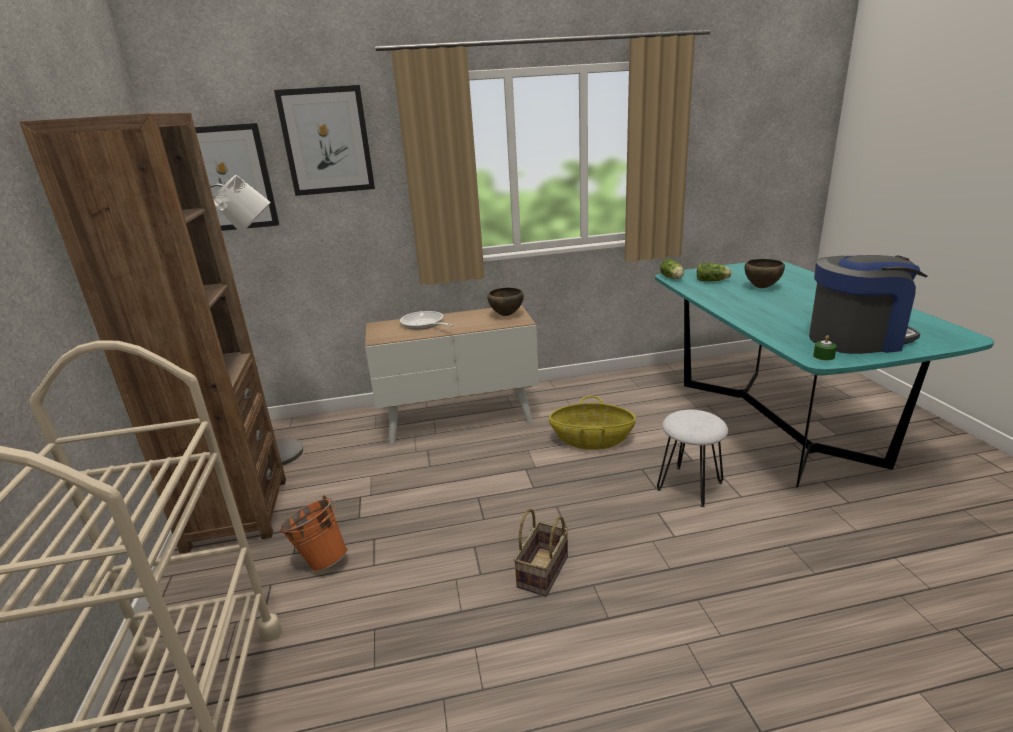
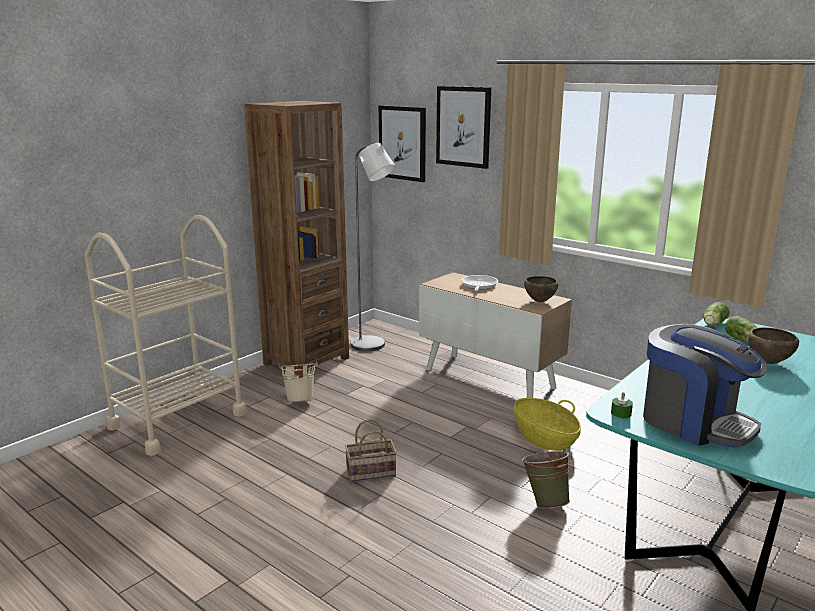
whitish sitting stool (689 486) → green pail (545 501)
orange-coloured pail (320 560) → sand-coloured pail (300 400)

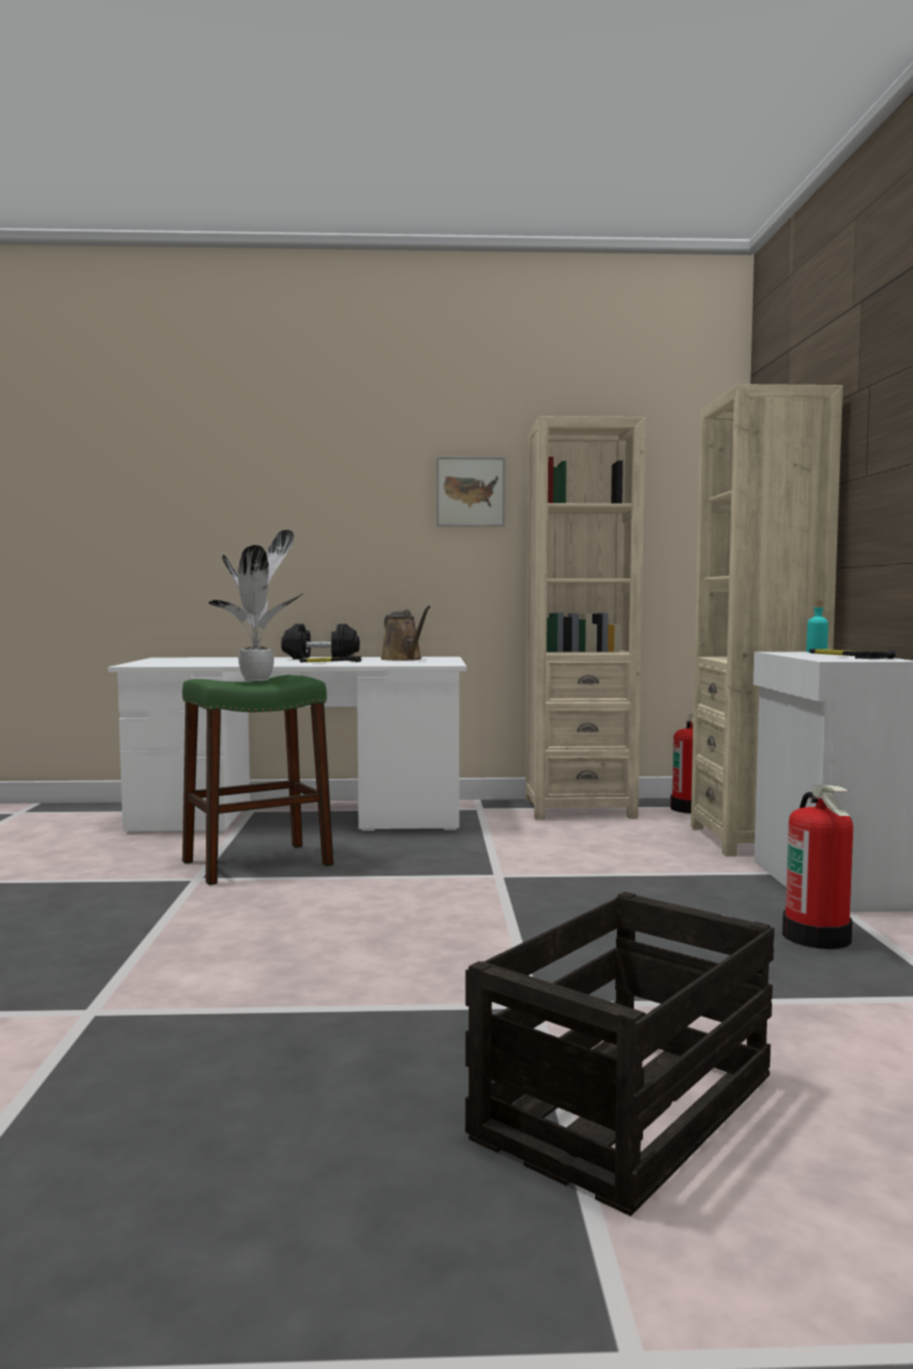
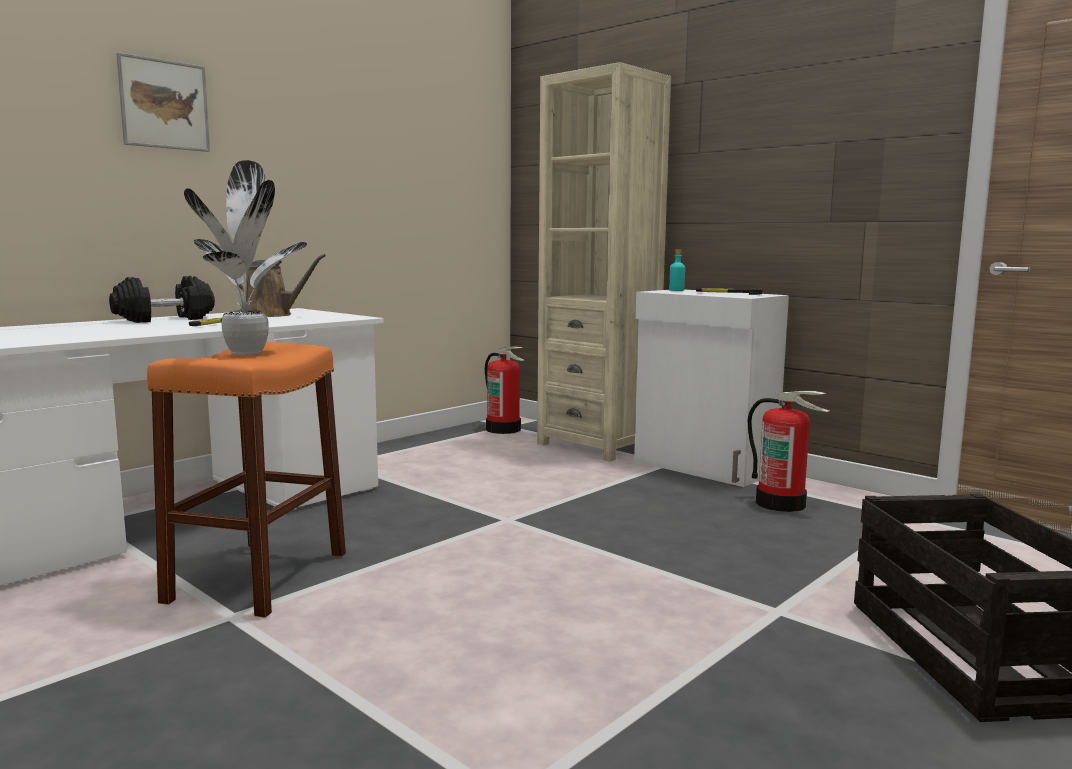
sand-coloured bookcase (579 809) → -
picture (470 492) → picture (164 104), moved
green sitting stool (257 863) → orange-coloured sitting stool (258 577)

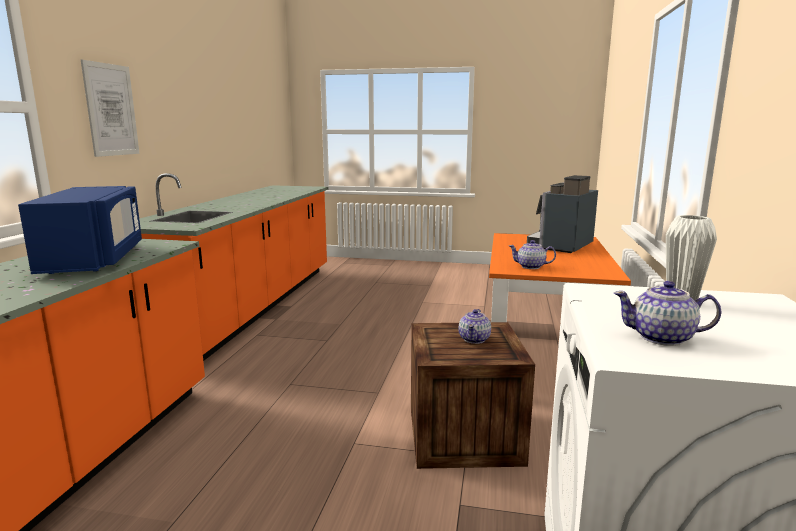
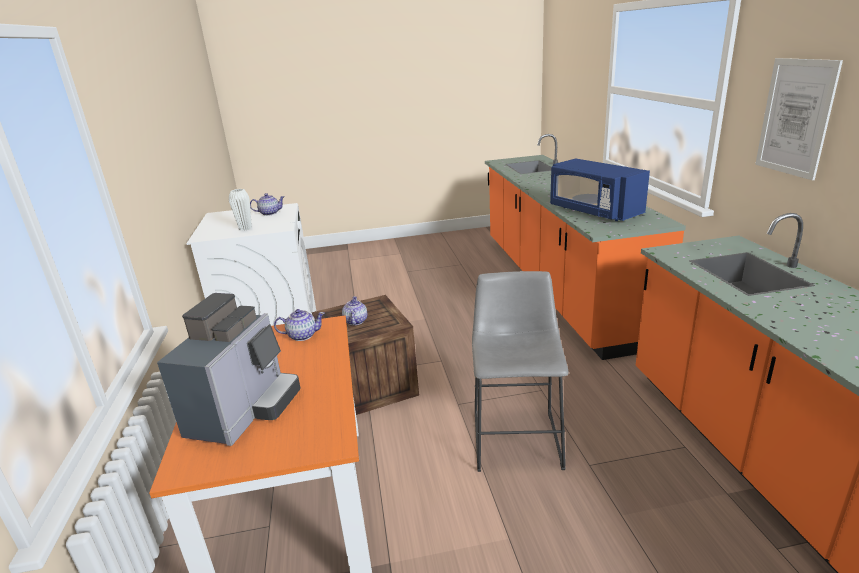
- → grey sitting stool (516 436)

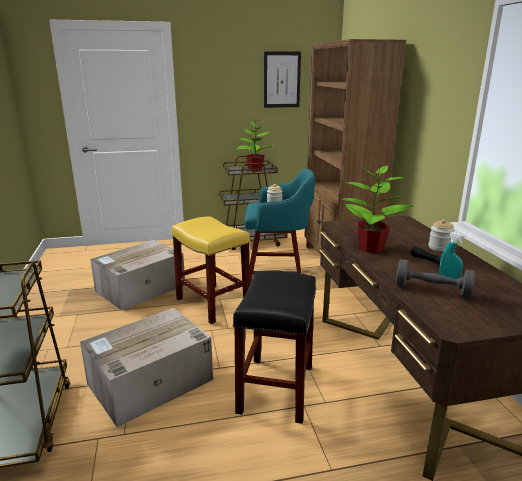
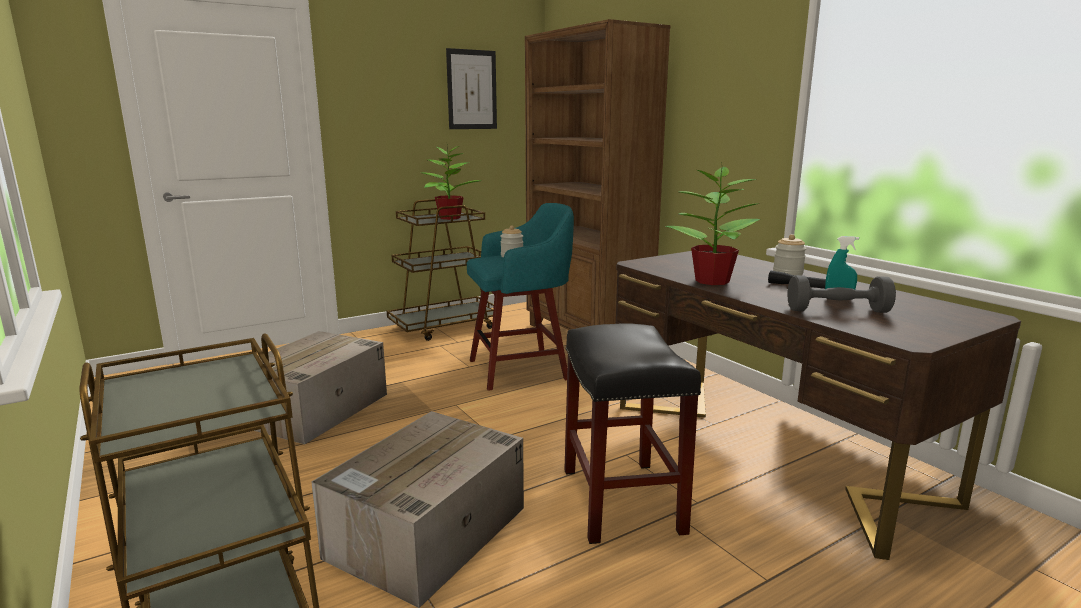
yellow-coloured sitting stool (211 304) → -

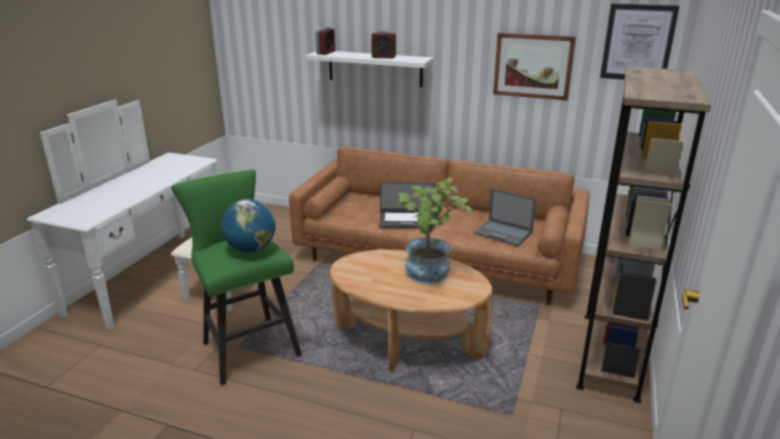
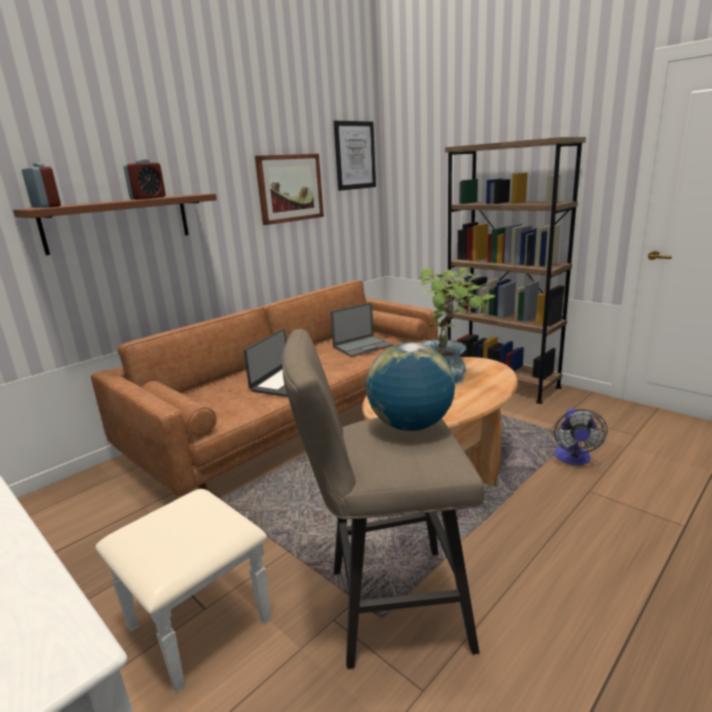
- → cooling fan (573 459)
green sitting stool (247 346) → sand-coloured sitting stool (386 607)
whitish shelf (375 68) → brownish shelf (118 222)

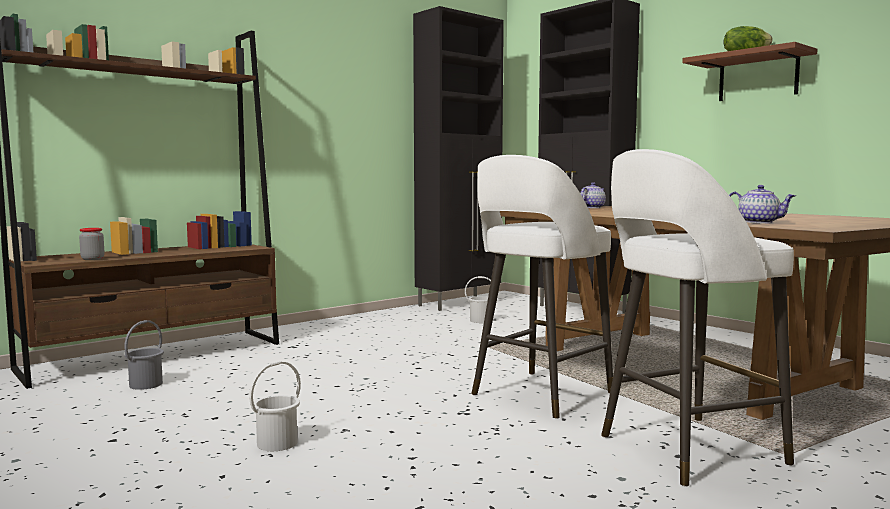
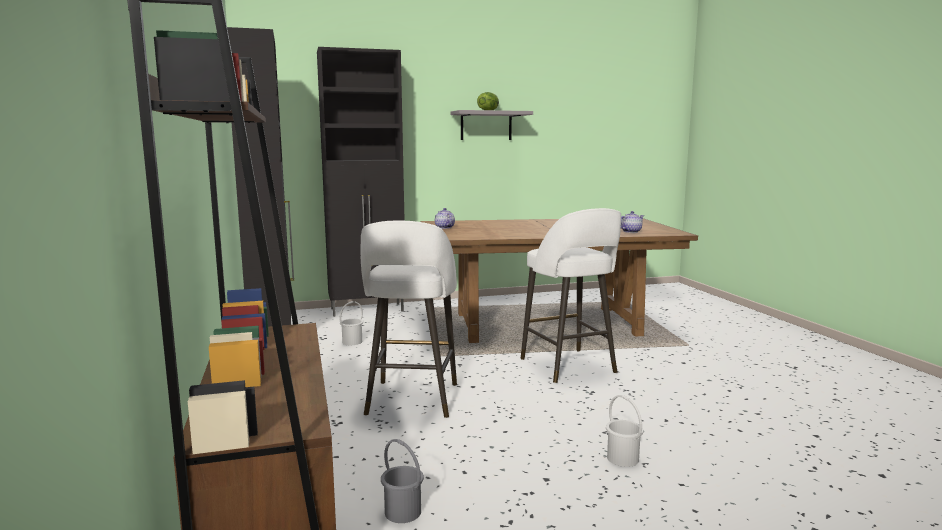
jar (92 259) → -
whitish sitting stool (687 450) → whitish sitting stool (411 400), moved
brownish shelf (758 77) → grey shelf (486 126)

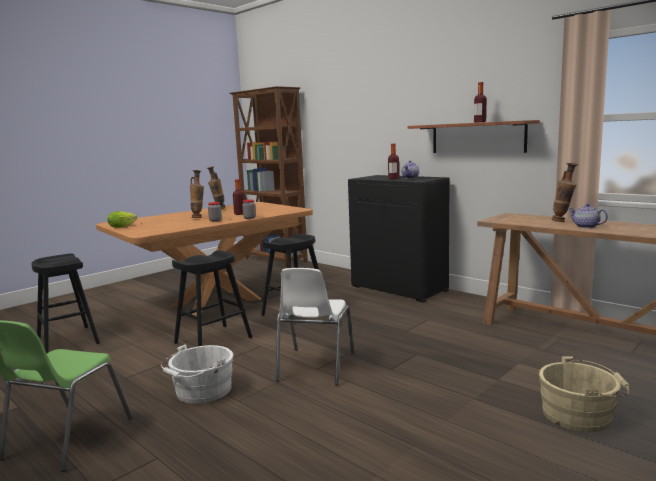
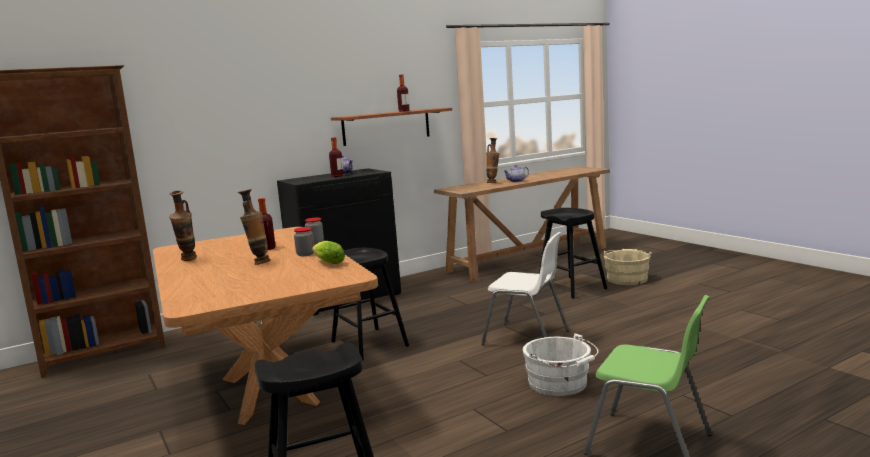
lettuce (124 226) → lettuce (327 262), moved
black sitting stool (213 340) → black sitting stool (571 287), moved

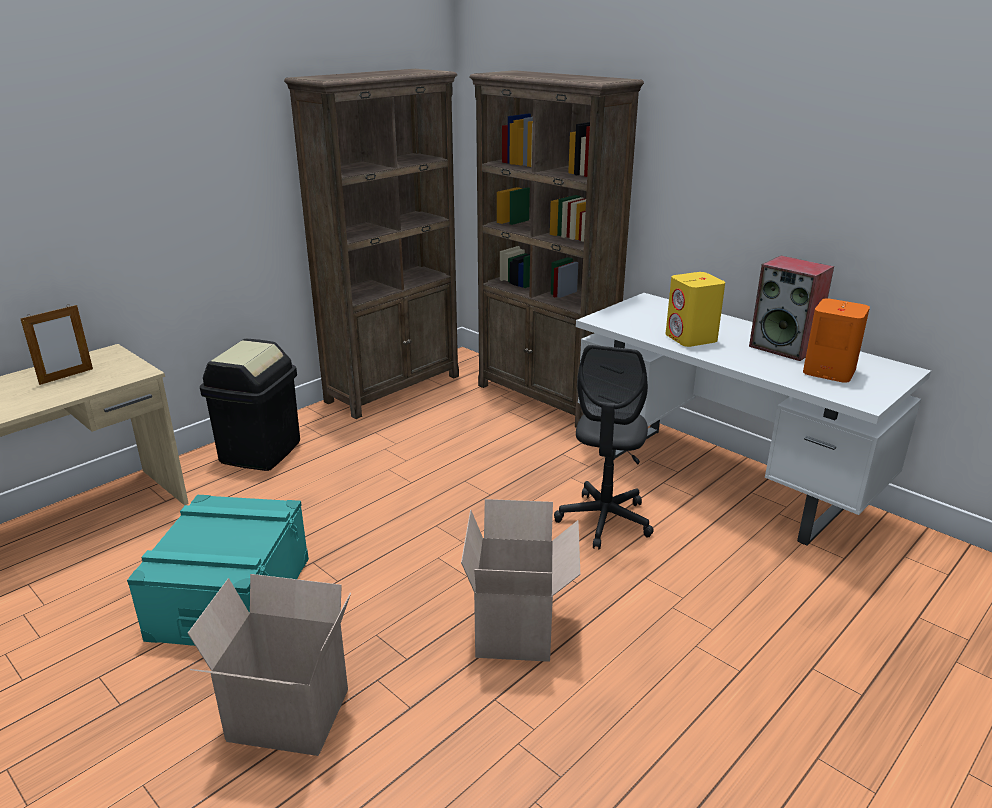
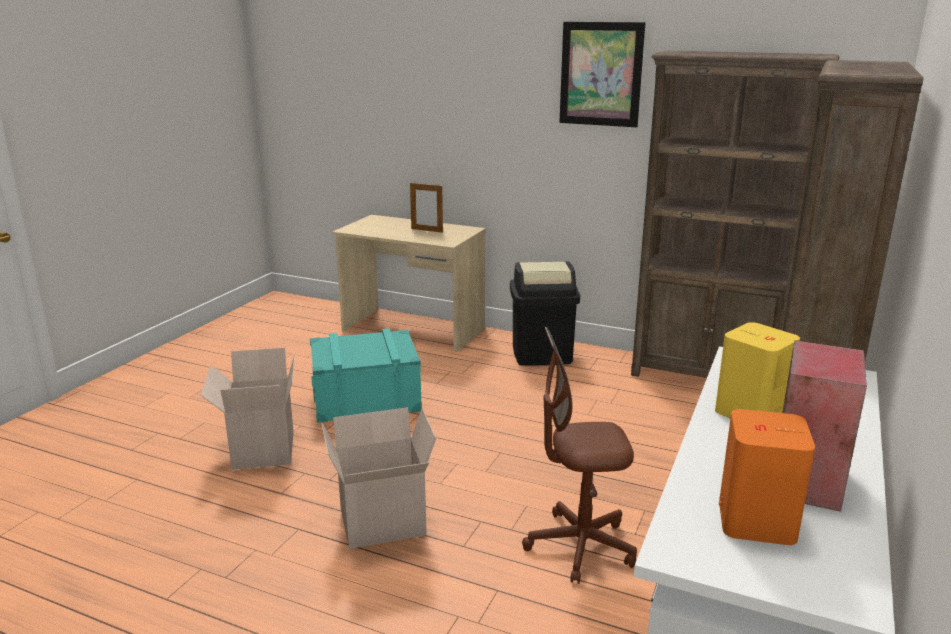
- → picture (601 74)
grey office chair (604 521) → brownish office chair (580 546)

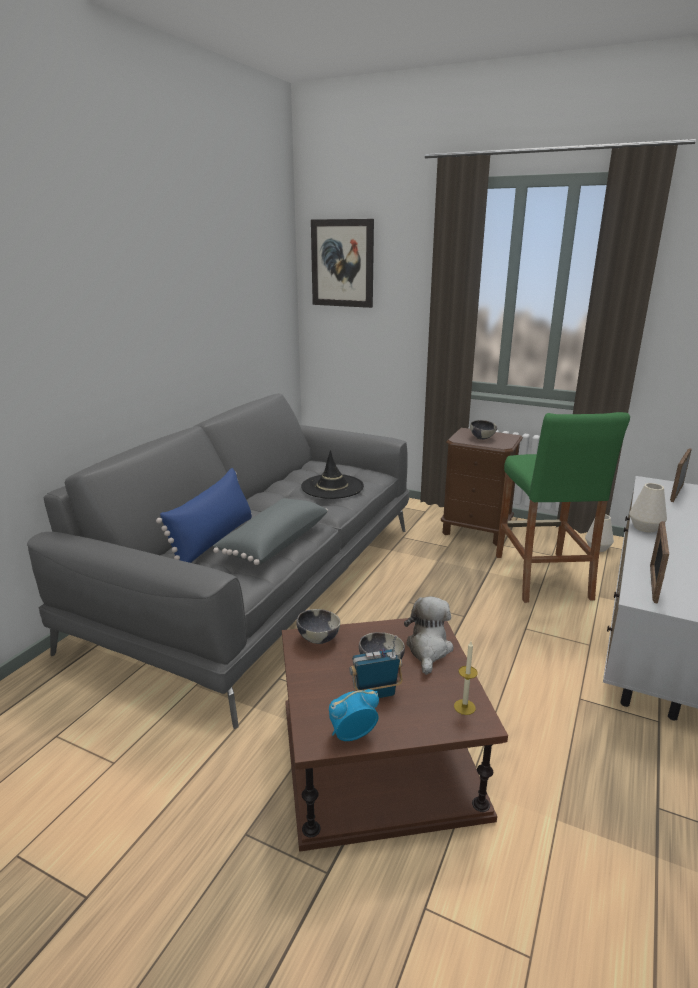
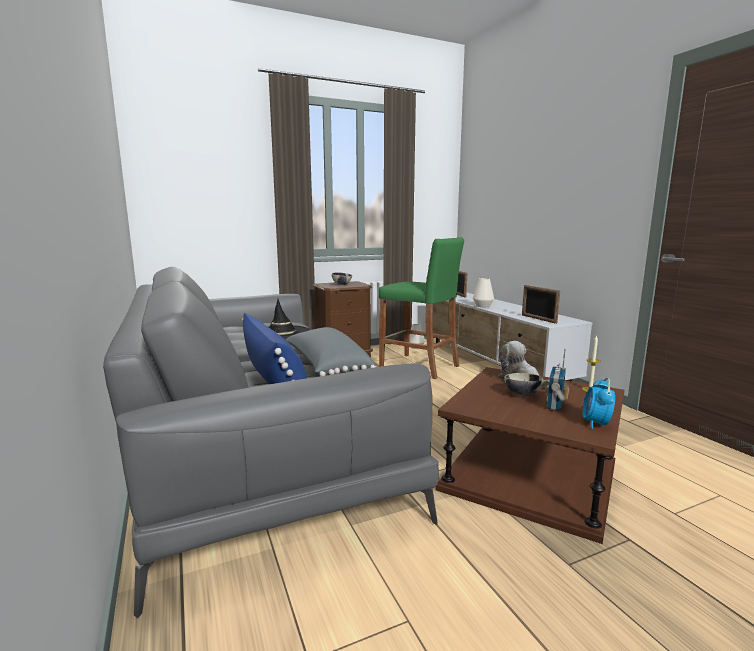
deep dish (318 638) → -
picture (342 263) → -

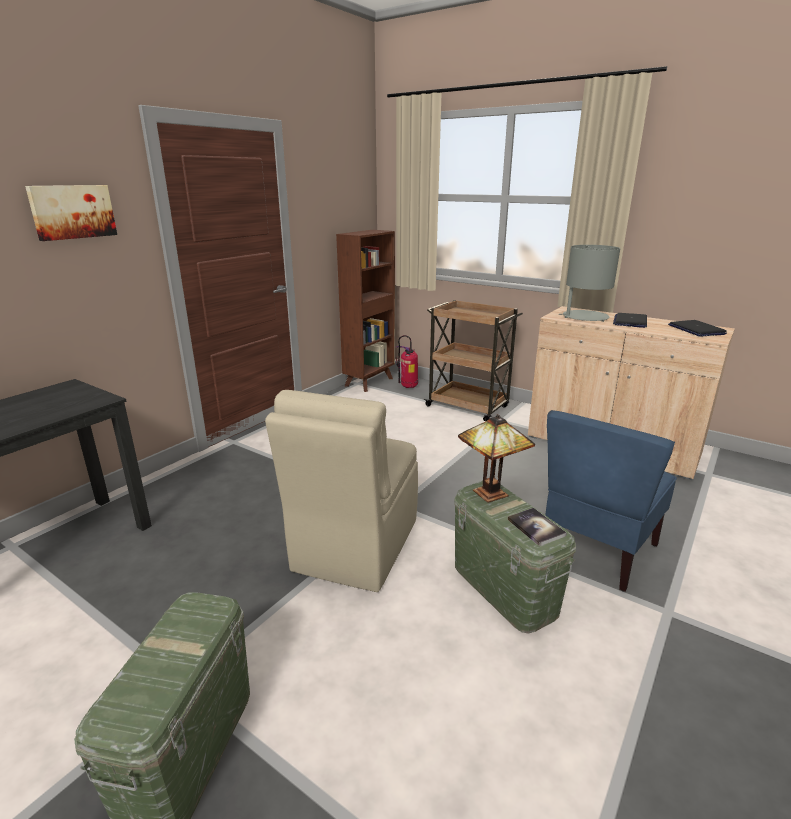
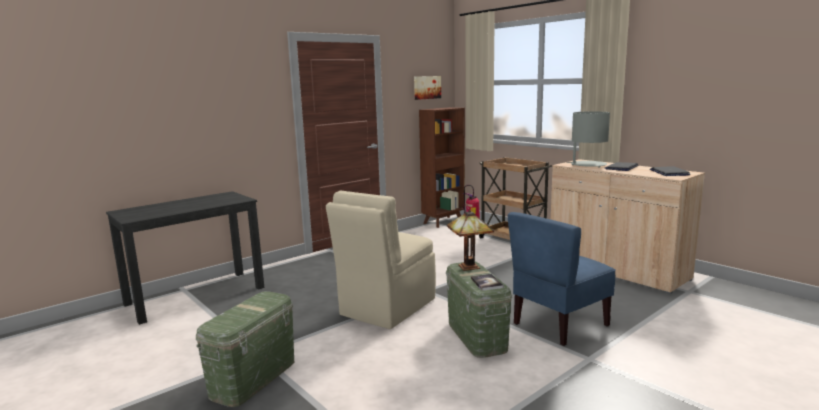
picture (72 211) → picture (426 87), moved

